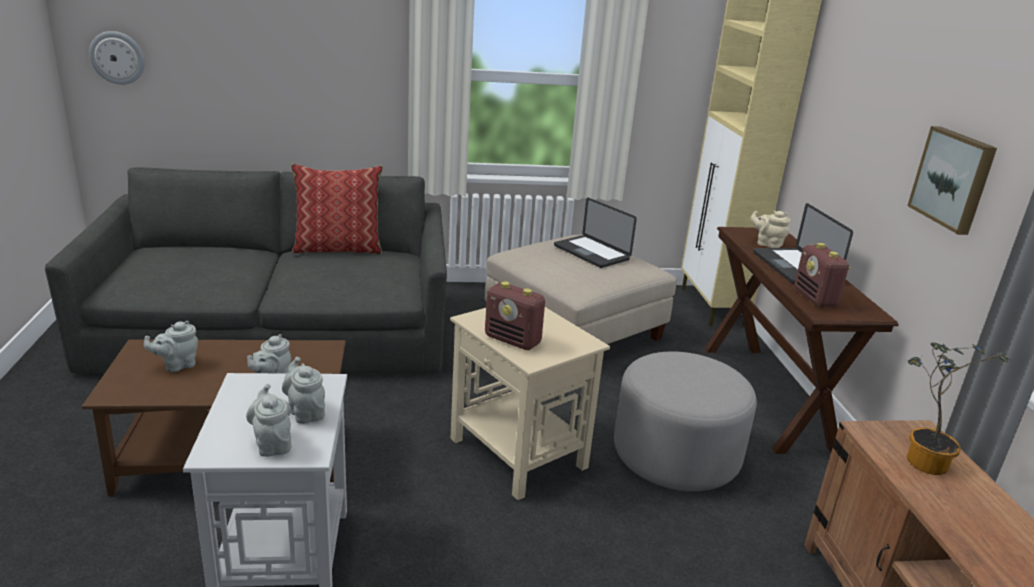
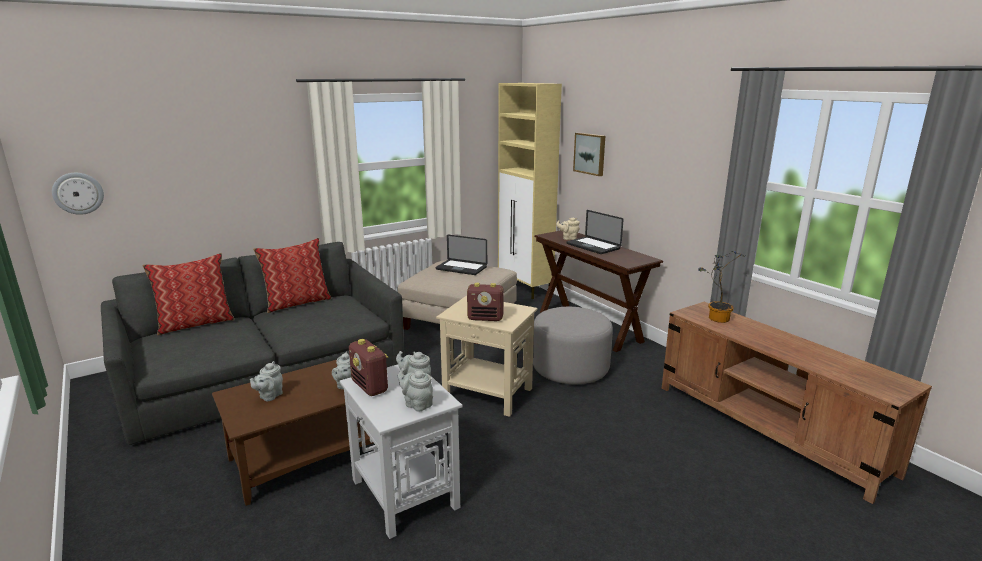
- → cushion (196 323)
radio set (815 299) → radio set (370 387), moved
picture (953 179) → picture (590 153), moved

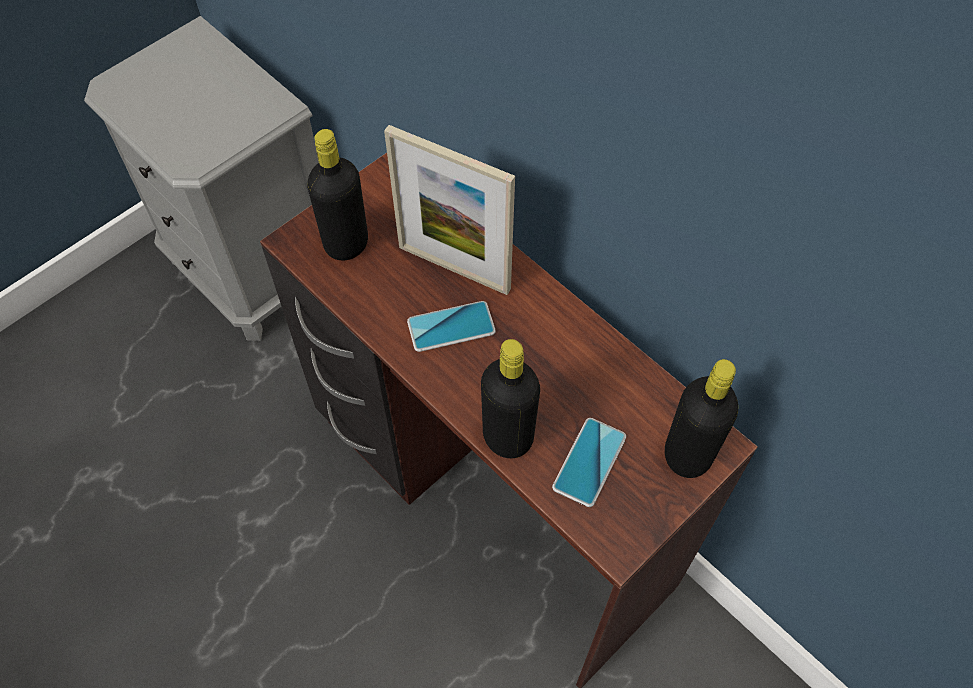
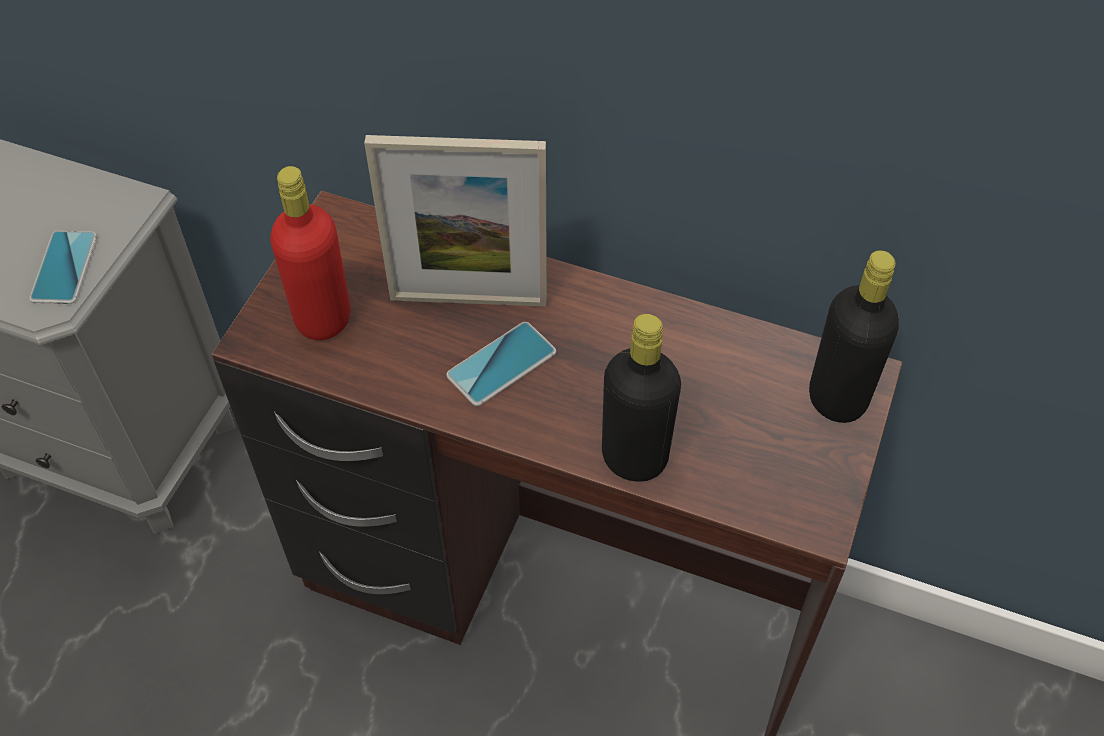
phone (589 462) → phone (64 268), moved
black beverage bottle (346 244) → red beverage bottle (323 318)

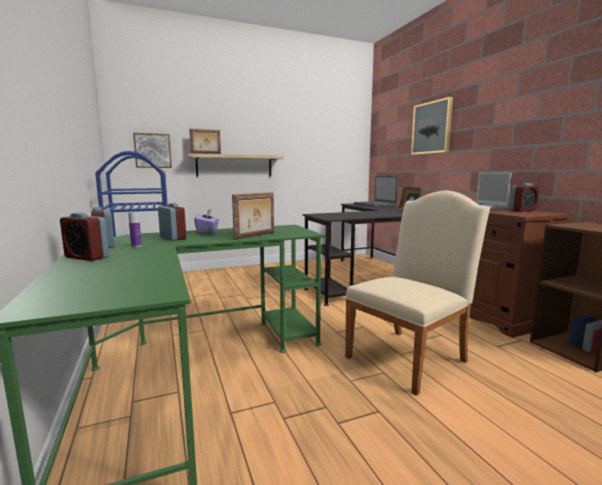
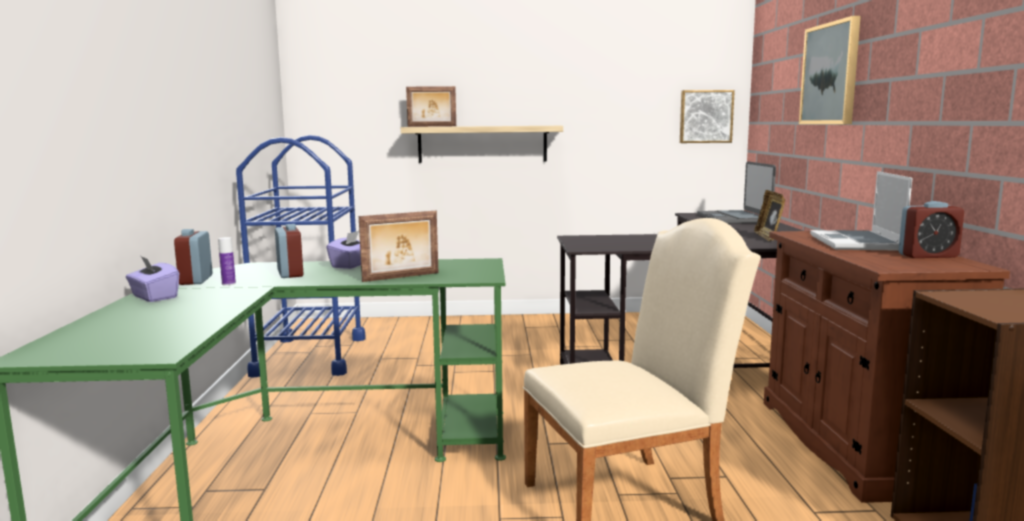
picture (153 150) → picture (705 116), moved
bedside clock (87 257) → purple-coloured box of tissues (154 297)

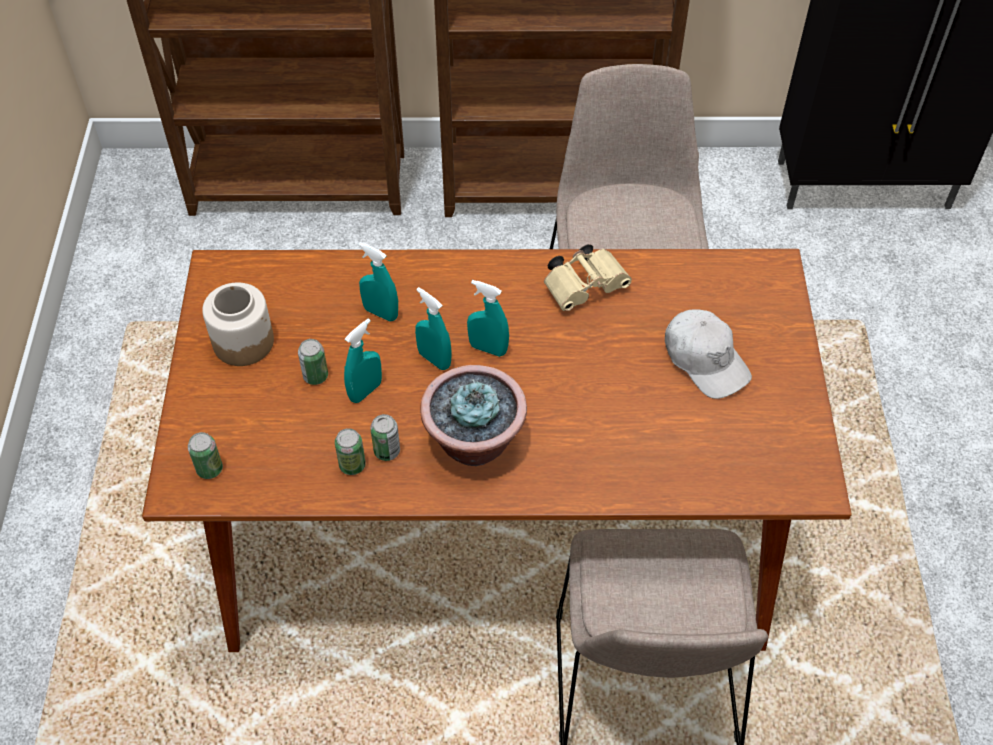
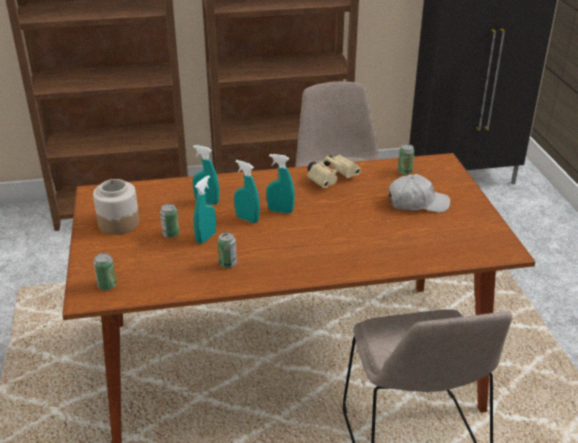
potted plant (474 442) → -
sealed can (352 465) → sealed can (405 171), moved
whitish peaked cap (705 360) → whitish peaked cap (417 203), 45 degrees counterclockwise

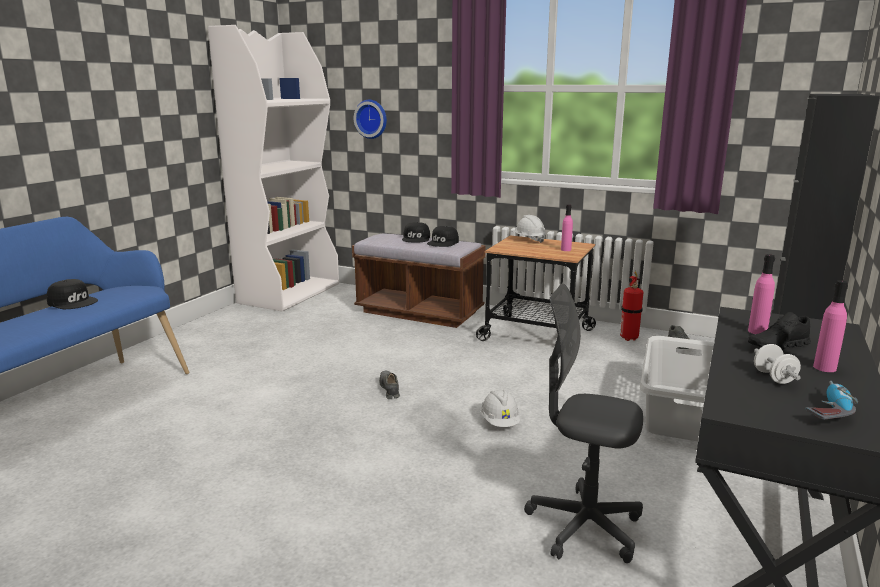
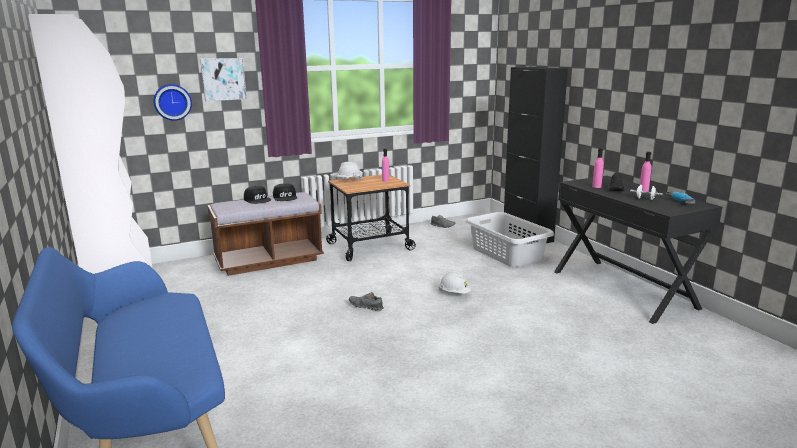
black peaked cap (73 302) → -
grey office chair (584 526) → -
fire-fighting cylinder (629 338) → -
- → picture (223 79)

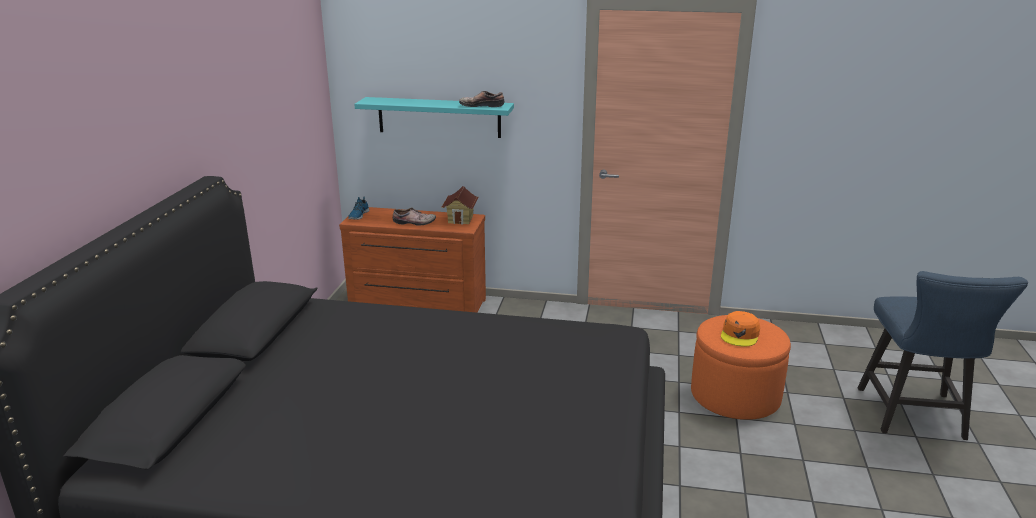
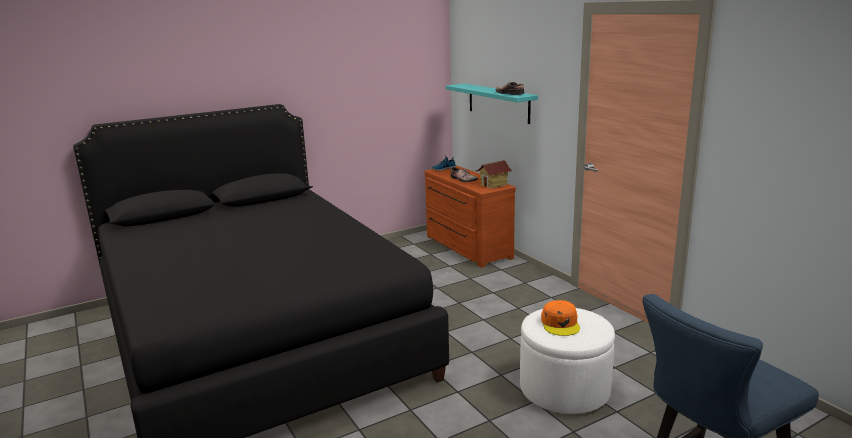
orange-coloured ottoman (735 396) → whitish ottoman (564 389)
orange-coloured peaked cap (740 334) → orange-coloured peaked cap (560 324), 75 degrees counterclockwise

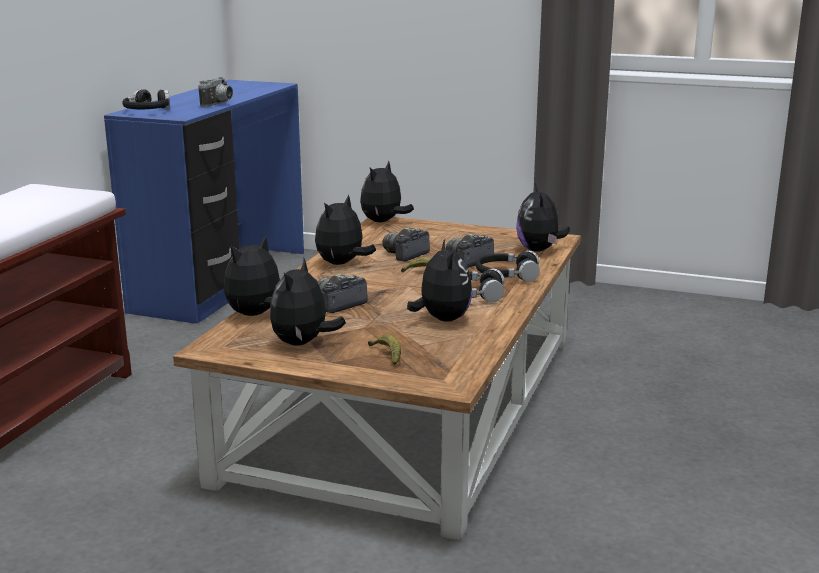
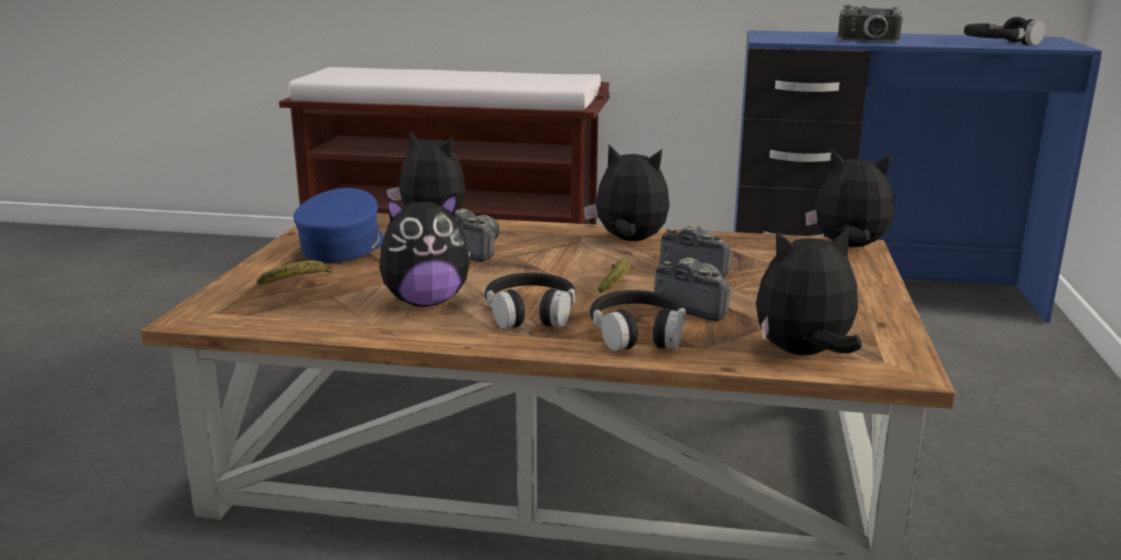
black headset (148 110) → black headset (999 43), moved
soft toy (303 343) → bluish peaked cap (342 247)

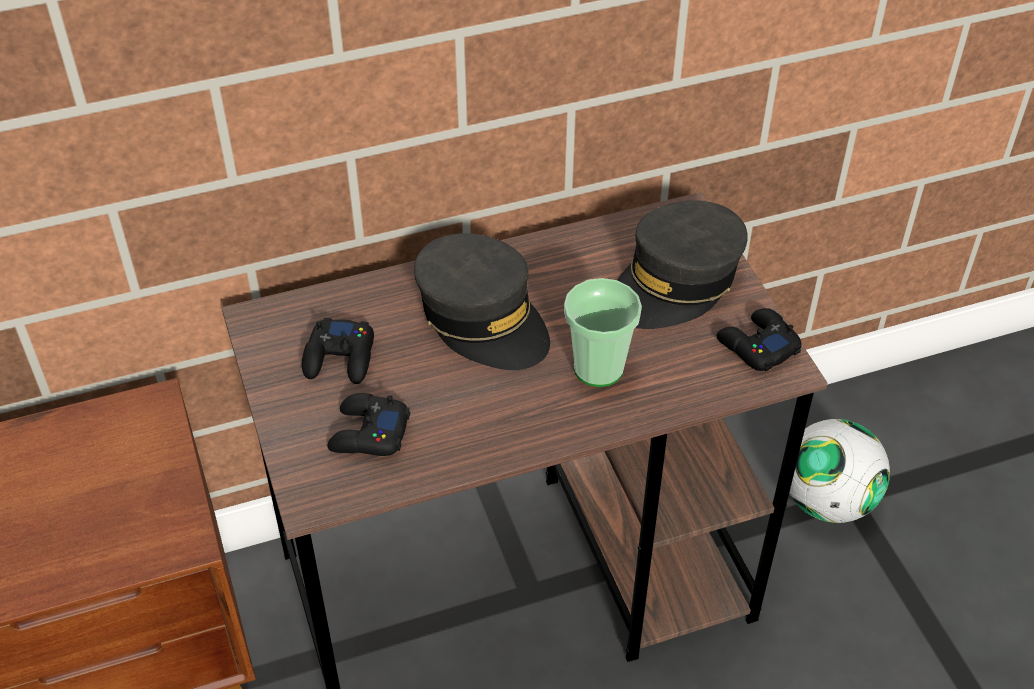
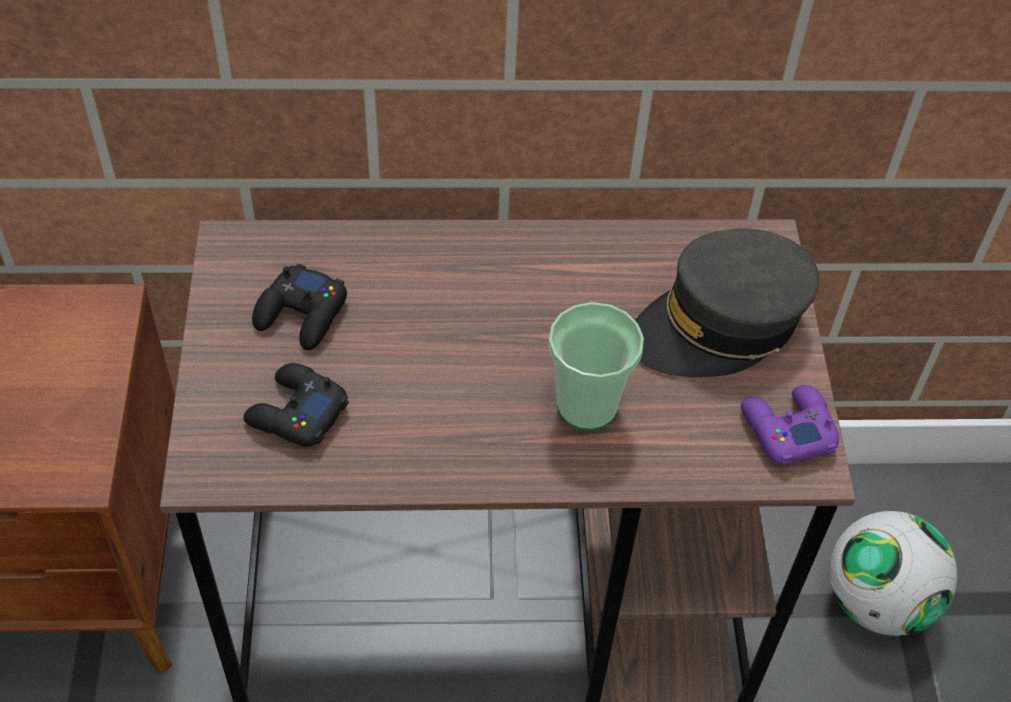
grey peaked cap (483 318) → -
black gamepad (757 346) → purple-coloured gamepad (786 429)

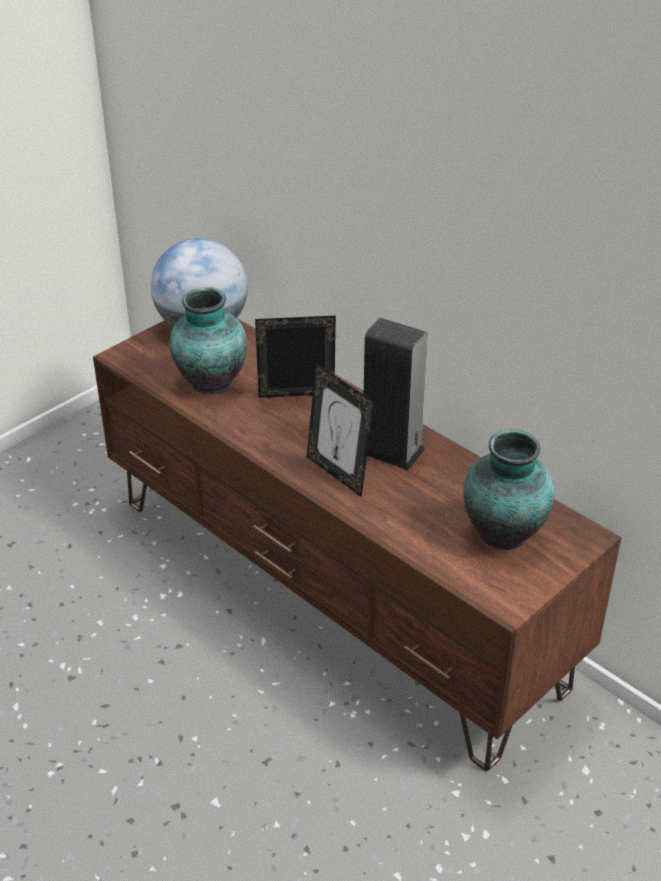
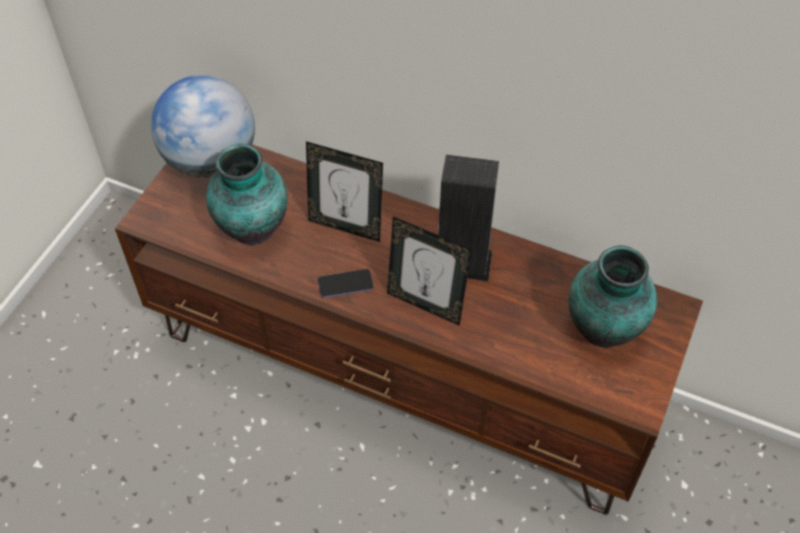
- → phone (345 284)
photo frame (296 399) → photo frame (346 226), 135 degrees counterclockwise

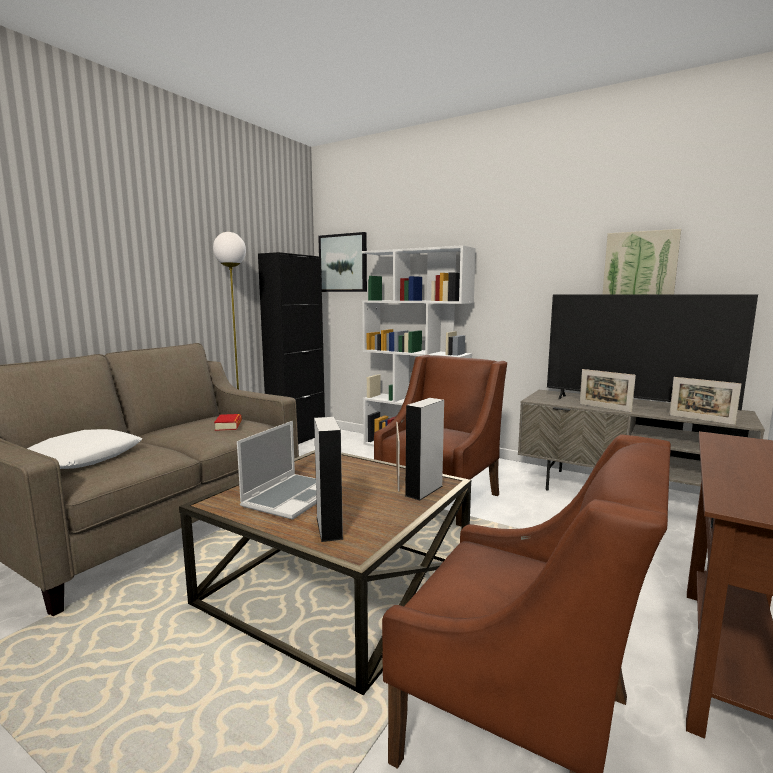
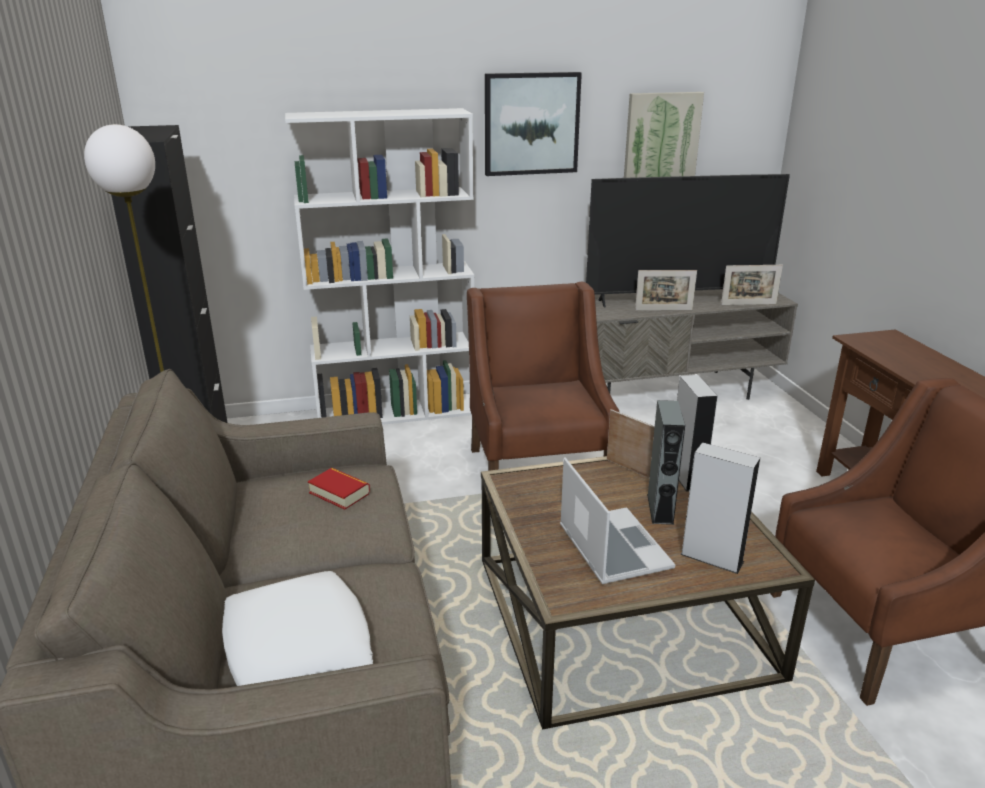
- → grey speaker (660 508)
picture (343 263) → picture (531 124), moved

